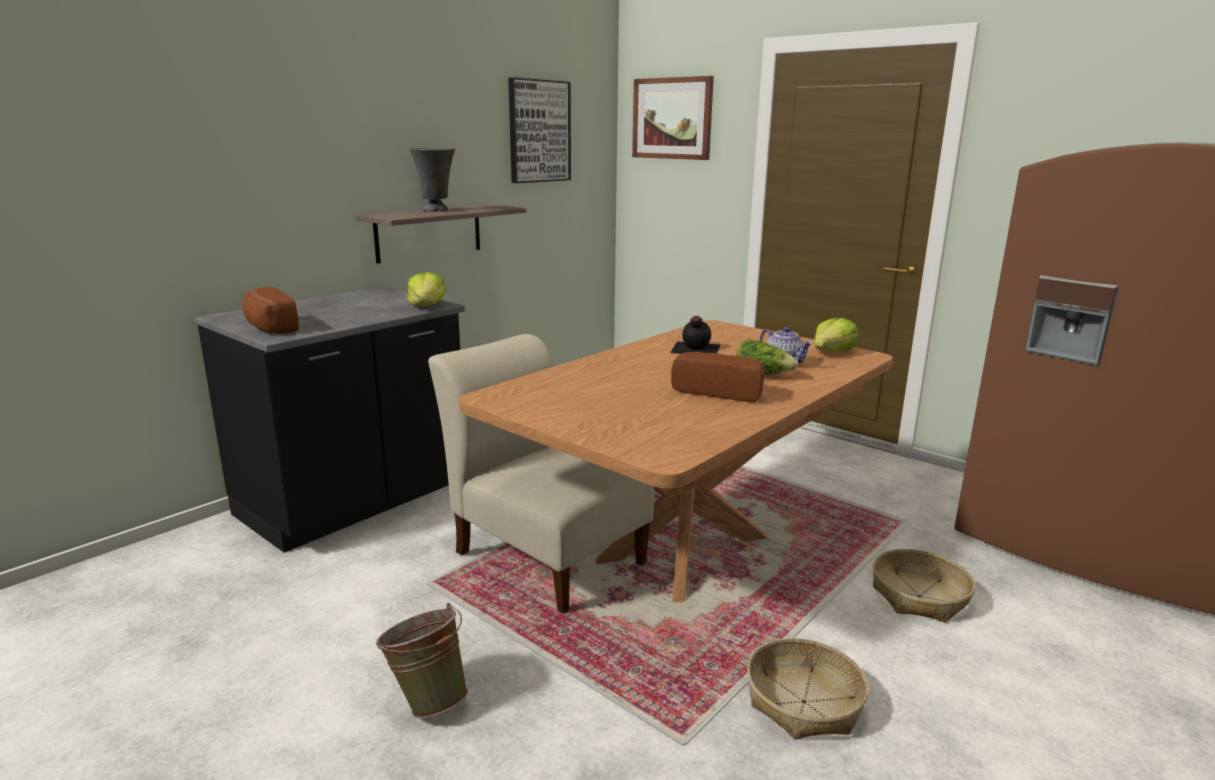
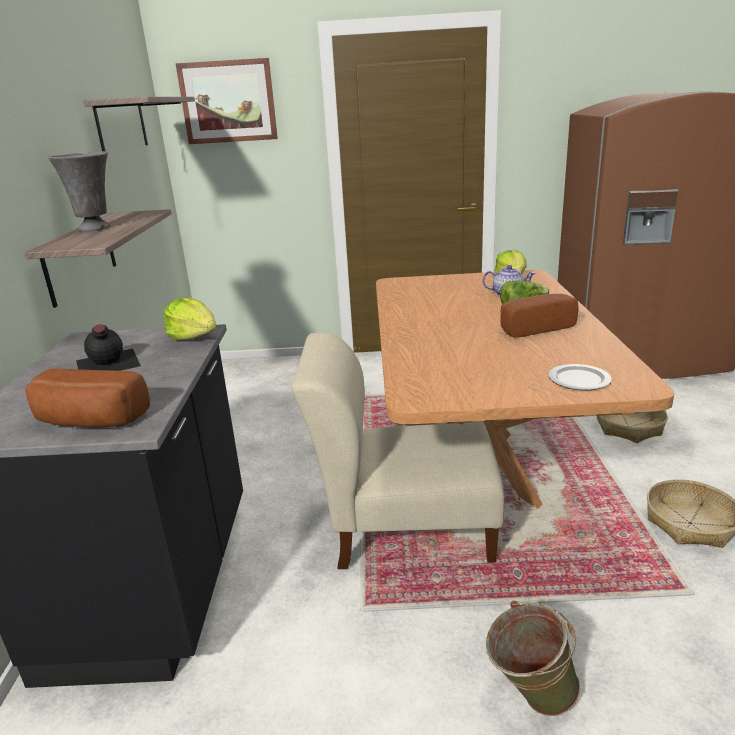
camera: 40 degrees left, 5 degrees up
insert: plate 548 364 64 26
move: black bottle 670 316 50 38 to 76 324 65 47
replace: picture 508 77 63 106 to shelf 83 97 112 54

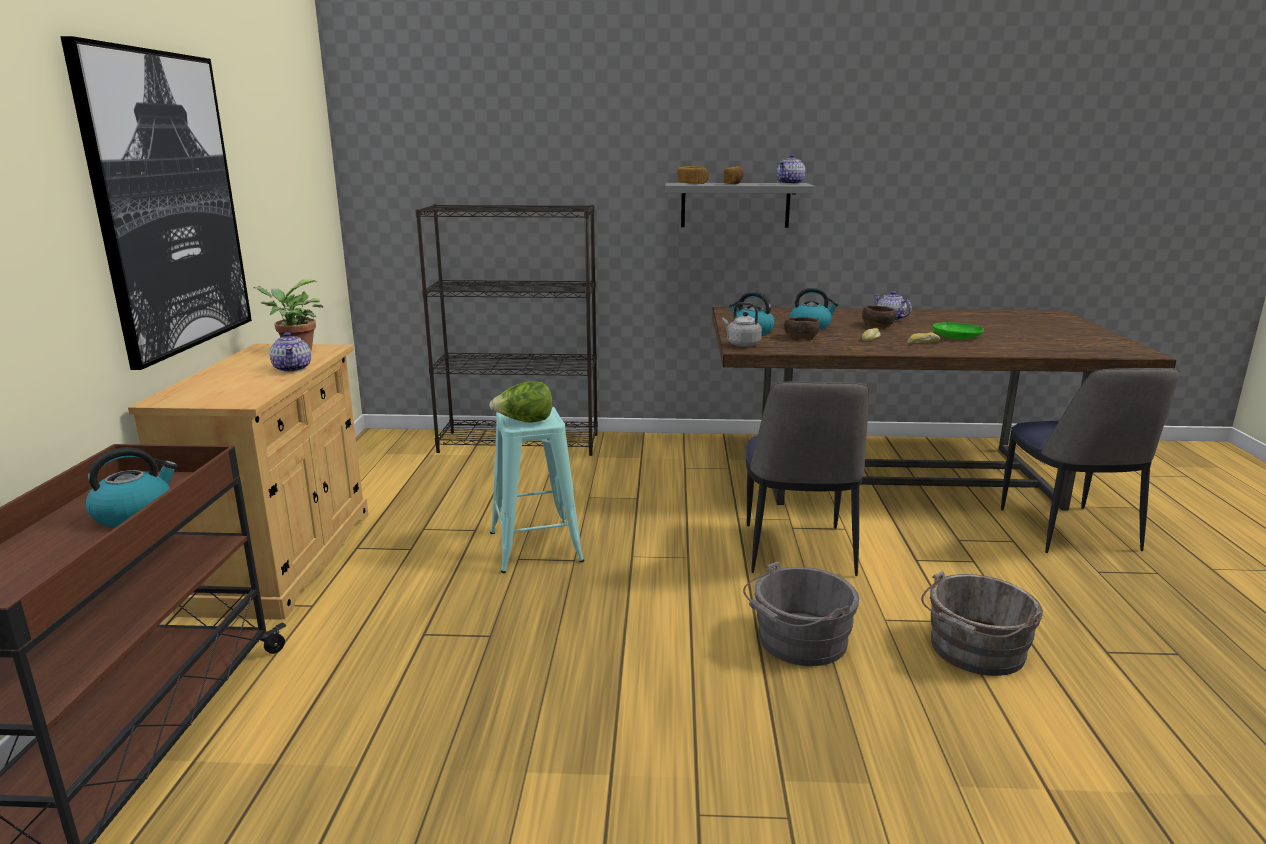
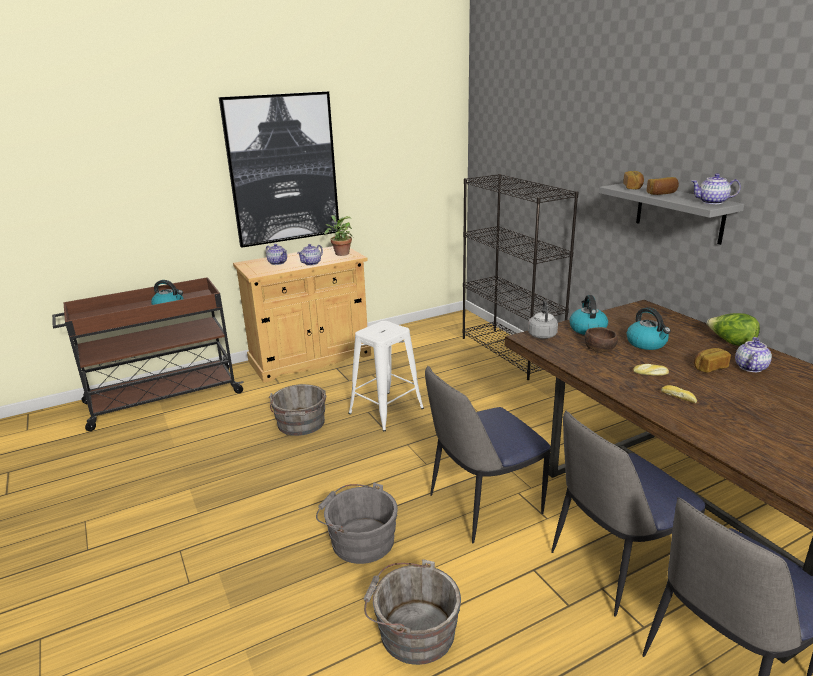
camera: 60 degrees right, 5 degrees up
delete: green plate 933 322 51 17
insert: teapot 266 244 21 21; grey bucket 269 384 57 52; chair 551 411 155 206
move: lettuce 489 381 63 42 to 707 313 53 33
replace: brown bowl 862 305 34 23 to bread 694 348 37 25
recolor: turquoise stool 490 406 94 167 to white stool 348 321 76 110

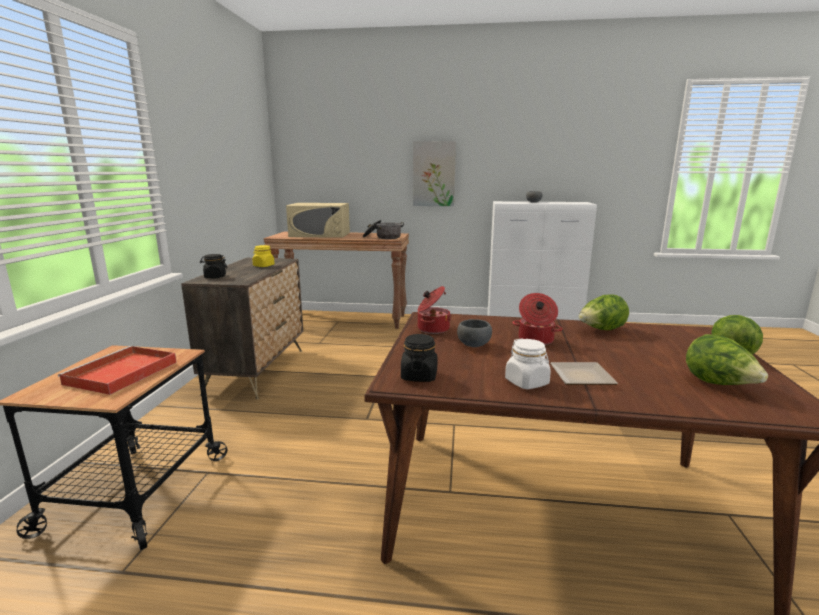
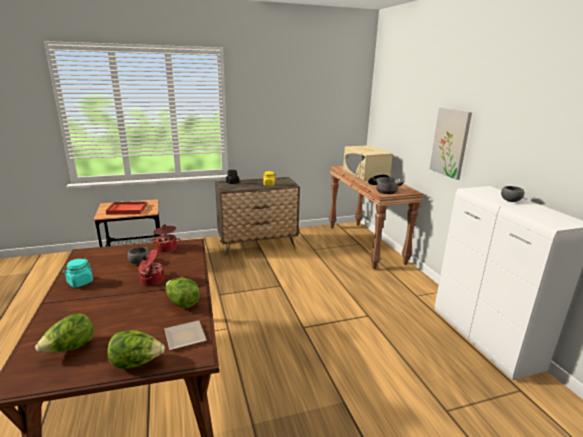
camera: 65 degrees right, 5 degrees up
delete: black jar 401 334 36 48
move: plate 550 362 68 23 to 164 320 43 30
recolor: white jar 505 338 46 51 to turquoise jar 63 259 30 29

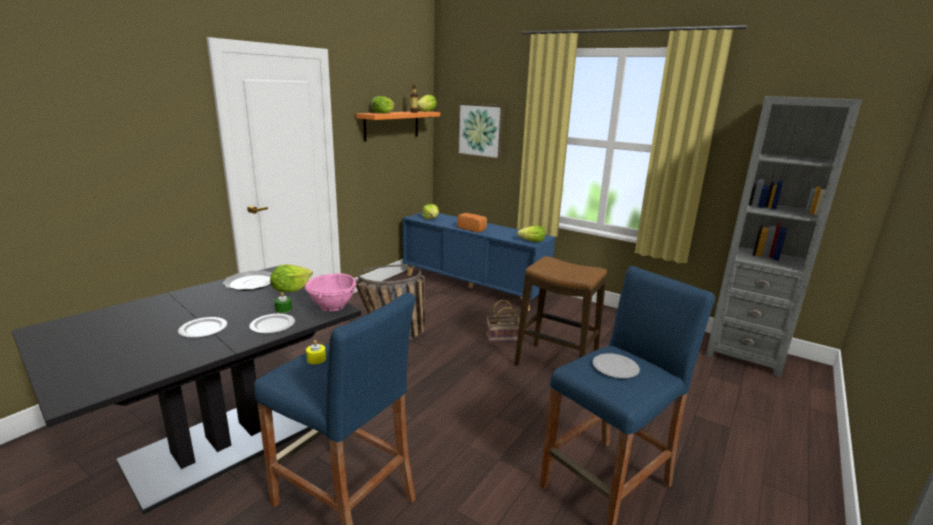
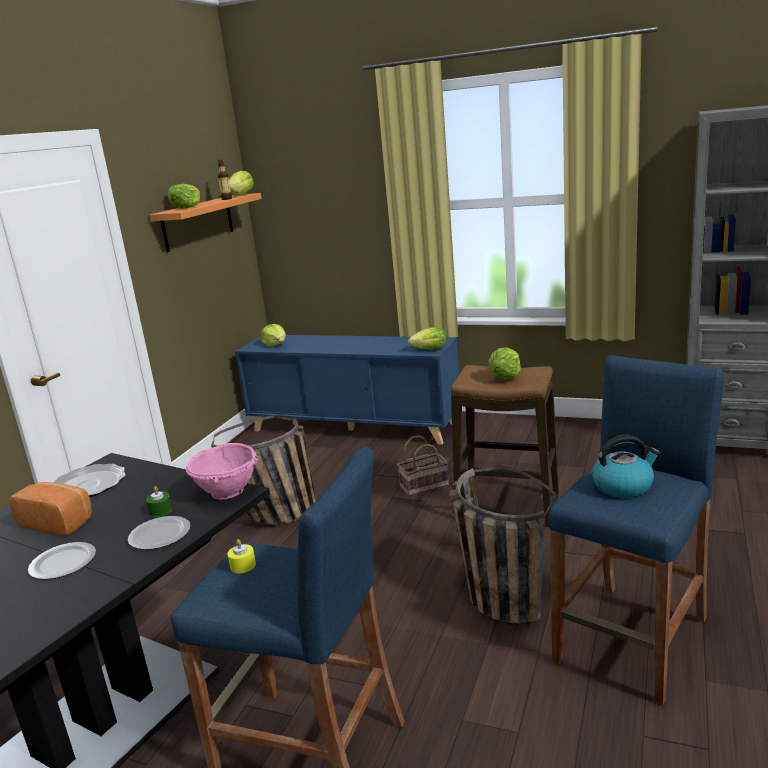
camera: 10 degrees left, 0 degrees up
delete: picture 457 103 47 57
insert: basket 450 466 108 159
move: bread 457 213 30 19 to 9 482 83 54; lettuce 270 264 43 28 to 488 348 33 31
replace: plate 593 353 47 26 to kettle 592 435 68 63

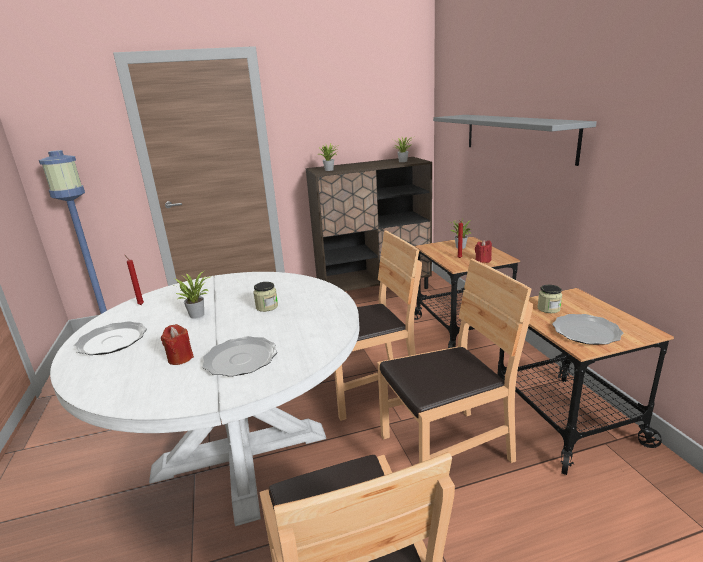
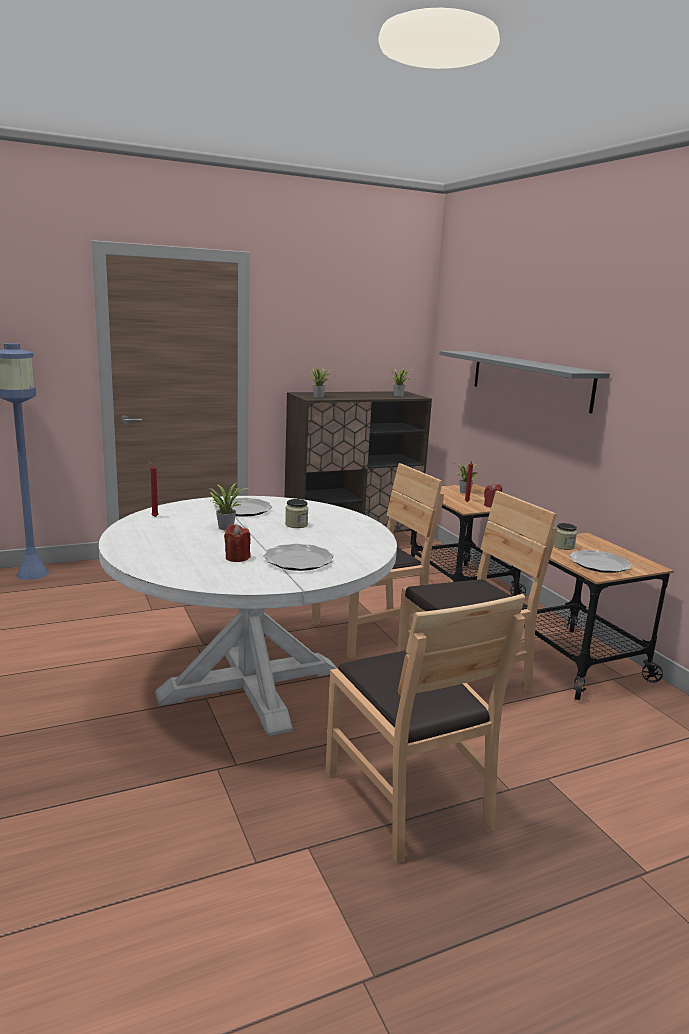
camera: 10 degrees left, 5 degrees down
move: plate 74 321 73 34 to 214 498 58 19

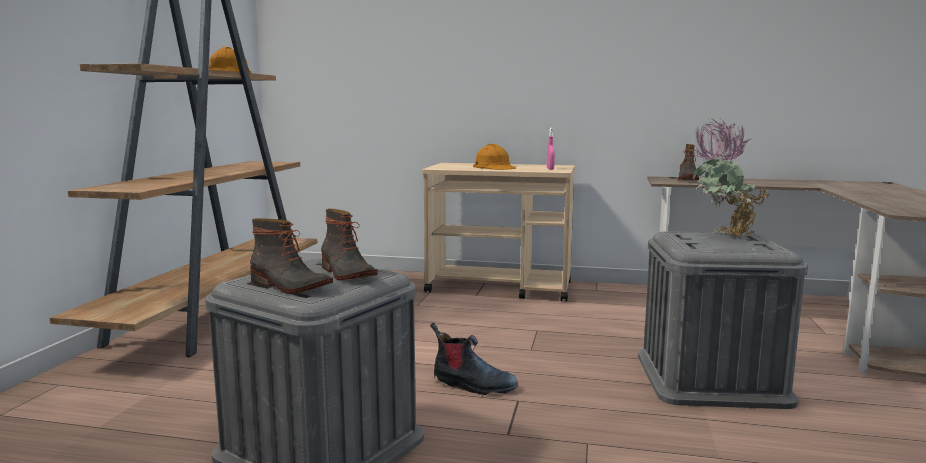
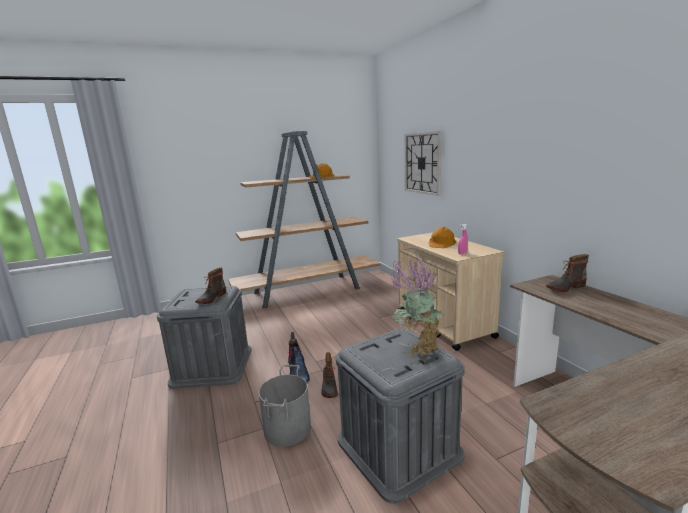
camera: 55 degrees right, 5 degrees up
insert: grey bucket 259 365 52 82; wall clock 405 131 37 65
move: boot 250 218 83 76 to 321 352 17 46

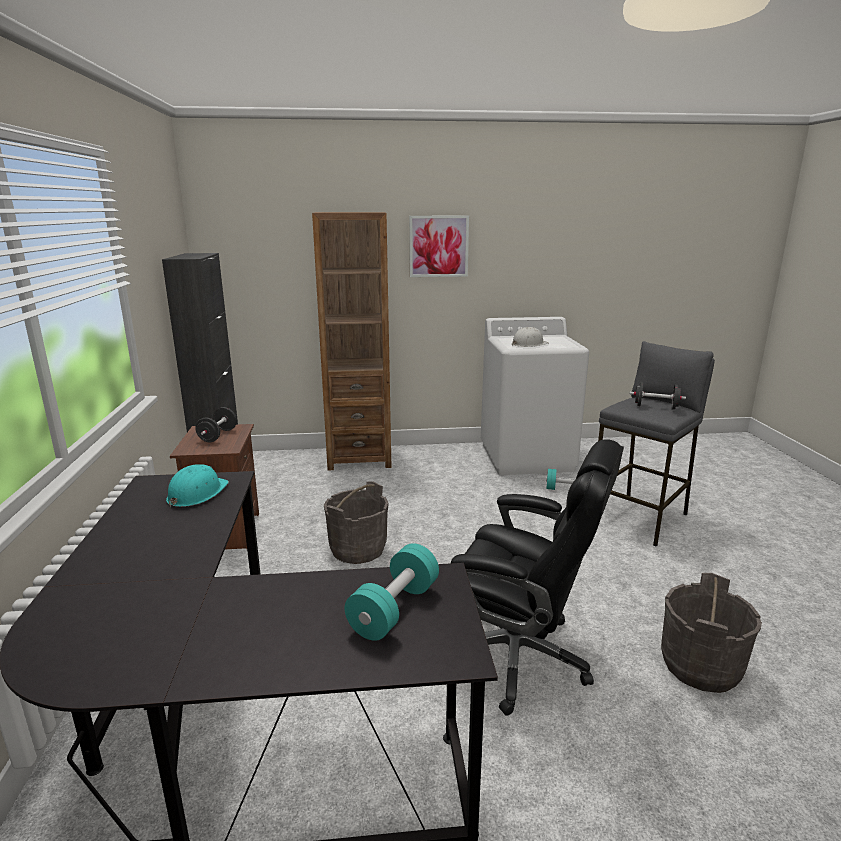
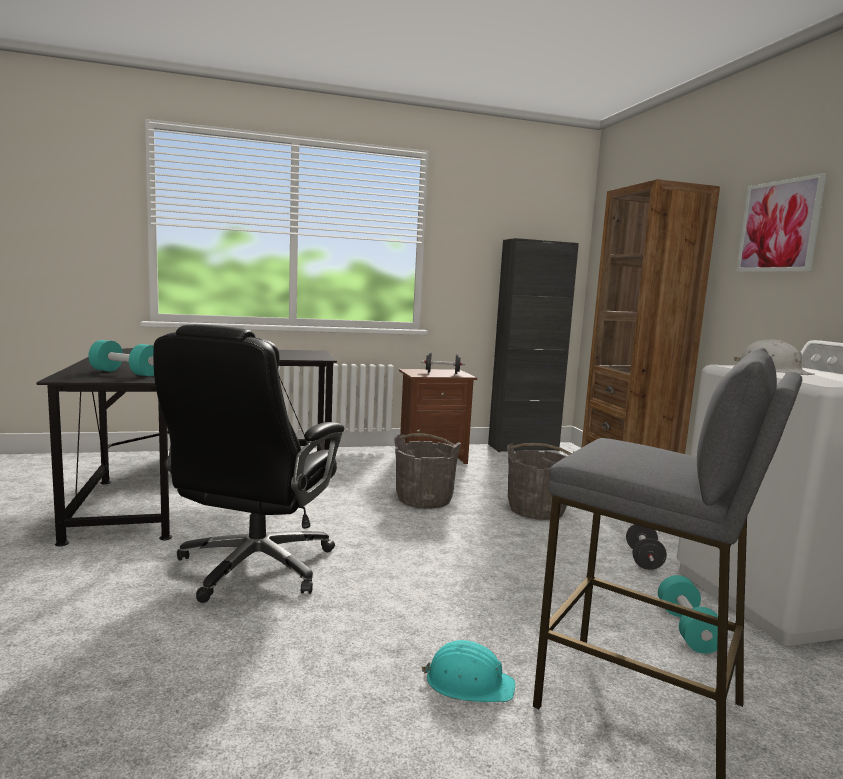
camera: 80 degrees right, 10 degrees down
move: turquoise hard hat 166 464 63 44 to 422 640 93 62; grey bucket 661 573 101 120 to 507 443 68 77; black dumbbell 630 382 56 28 to 626 524 41 46

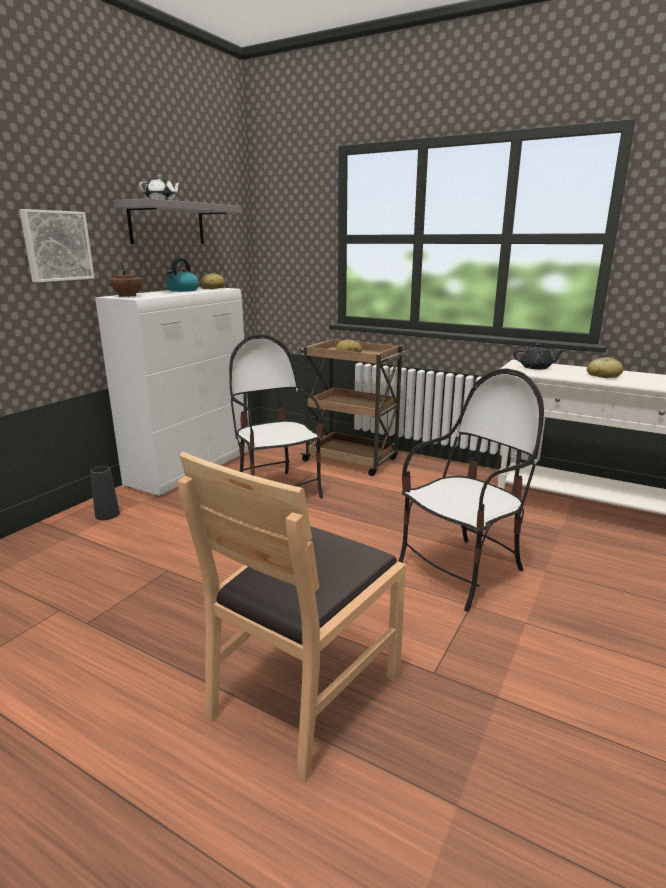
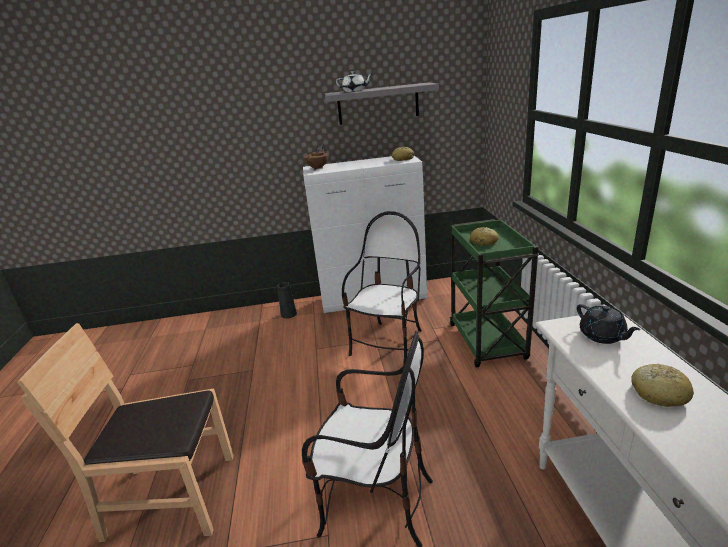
camera: 55 degrees right, 5 degrees up
delete: picture 19 209 76 73; kettle 165 258 34 34
recolor: brown cart 299 339 110 137 to green cart 450 219 89 149

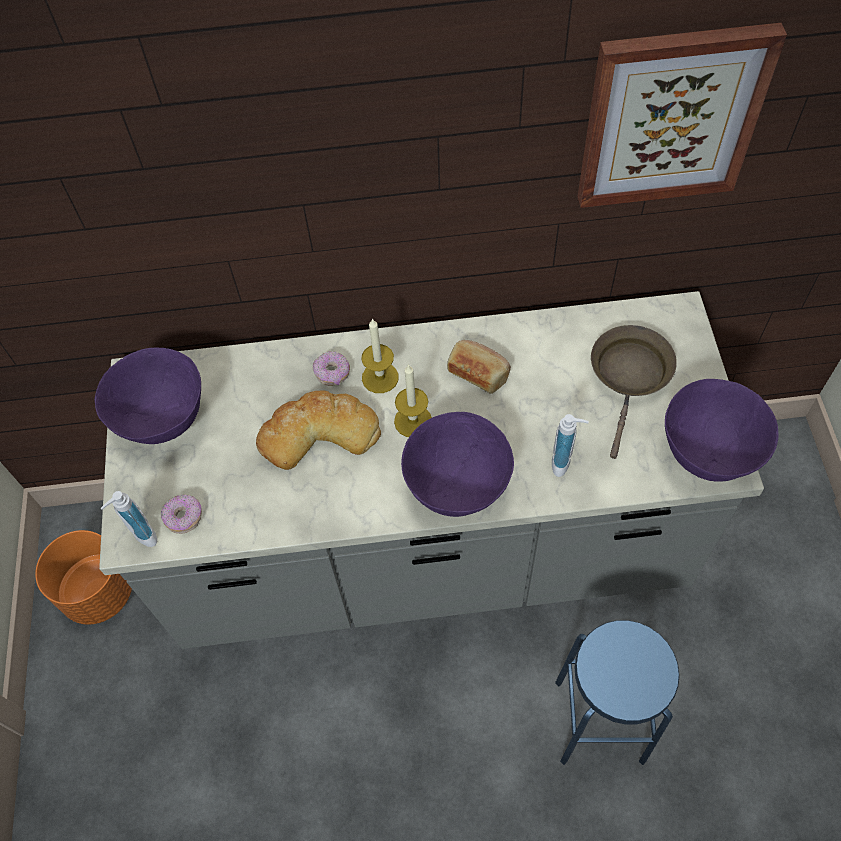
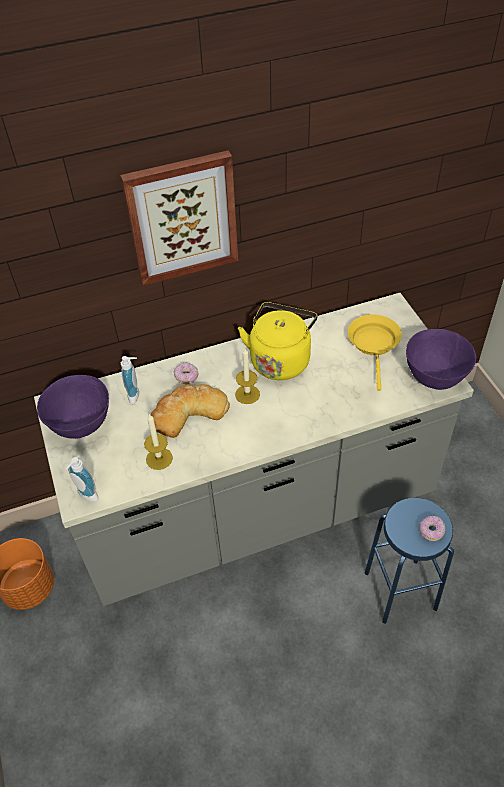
camera: 15 degrees left, 10 degrees down
delete: purple bowl 401 412 113 105
move: picture 578 23 209 185 to 120 150 118 136; soap dispenser 552 414 37 63 to 121 356 18 48; candle 361 318 38 75 to 144 414 29 56; donut 161 495 41 39 to 419 516 26 25
replace: bread 447 340 64 54 to yellow kettle 238 302 79 78
recolor: brown frying pan 591 325 86 134 to yellow frying pan 348 314 54 77

